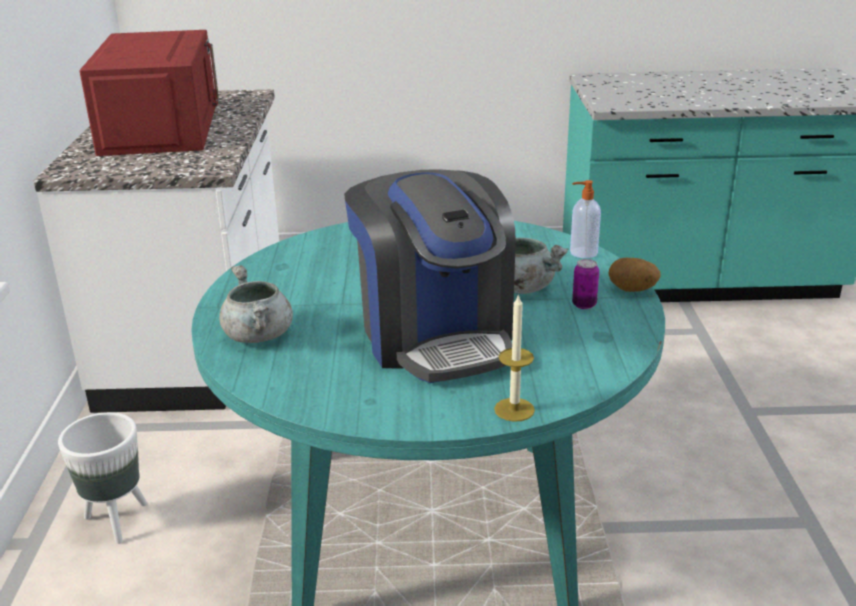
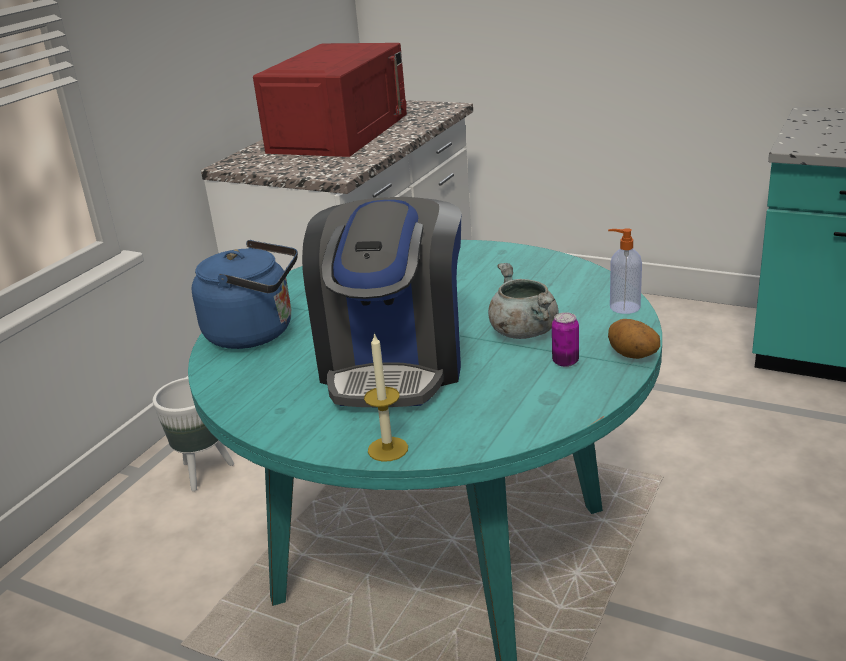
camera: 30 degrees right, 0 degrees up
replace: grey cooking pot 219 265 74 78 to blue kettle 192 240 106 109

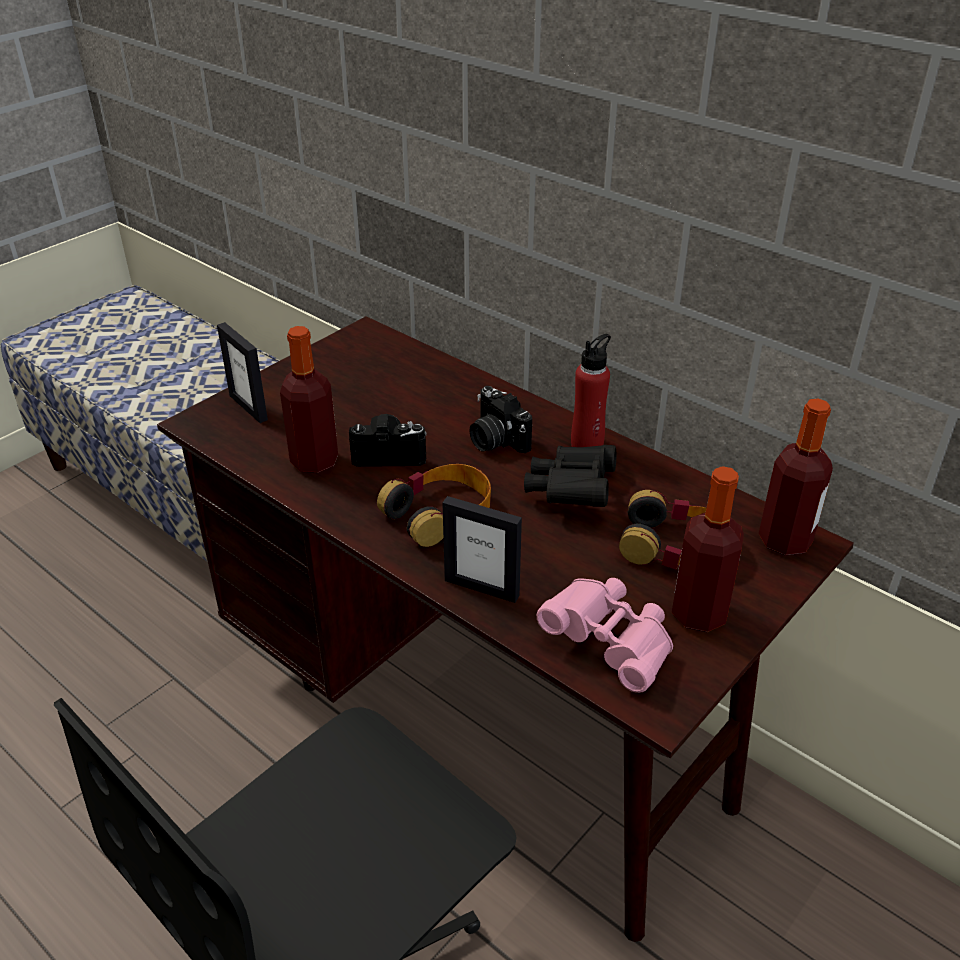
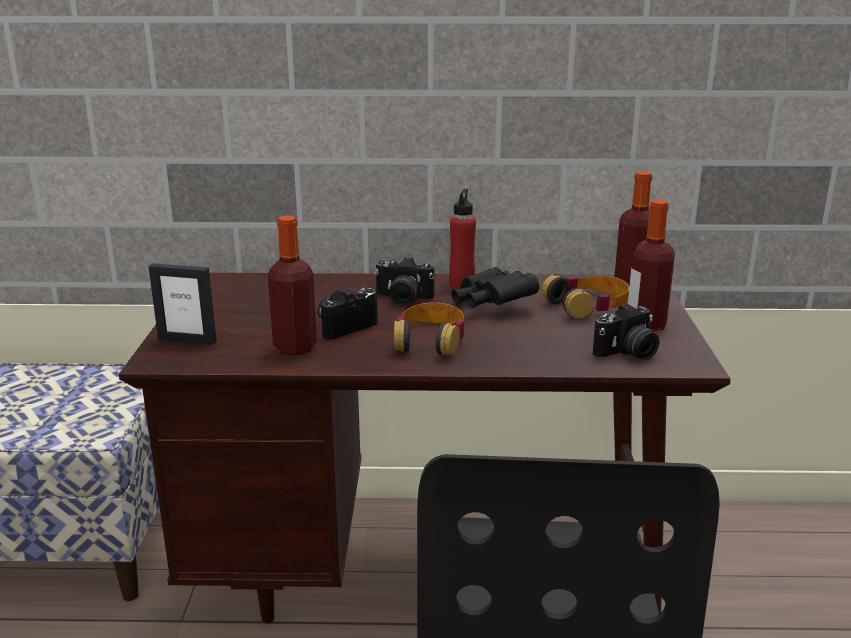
camera: 40 degrees left, 15 degrees down
delete: picture frame 442 496 80 107
replace: pink binoculars 537 578 136 115 to photo camera 593 304 66 56

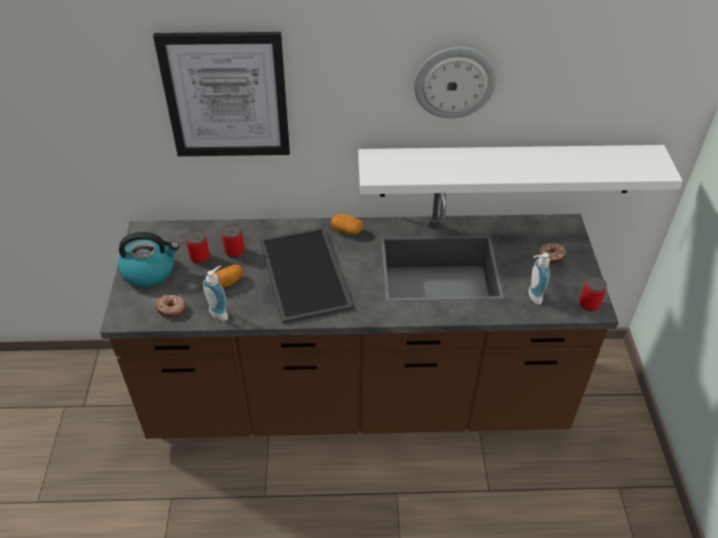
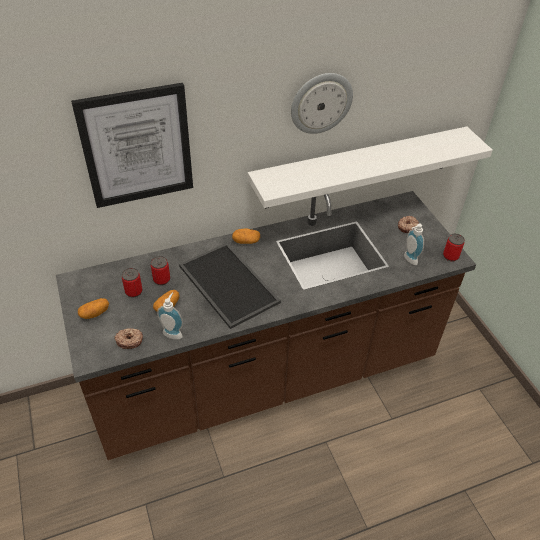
camera: 20 degrees left, 0 degrees up
replace: kettle 118 232 61 55 to potato 78 298 31 21

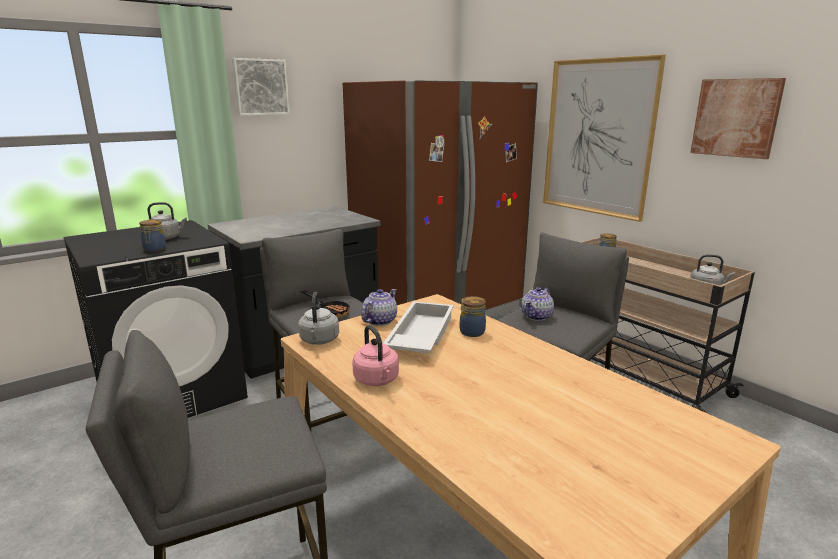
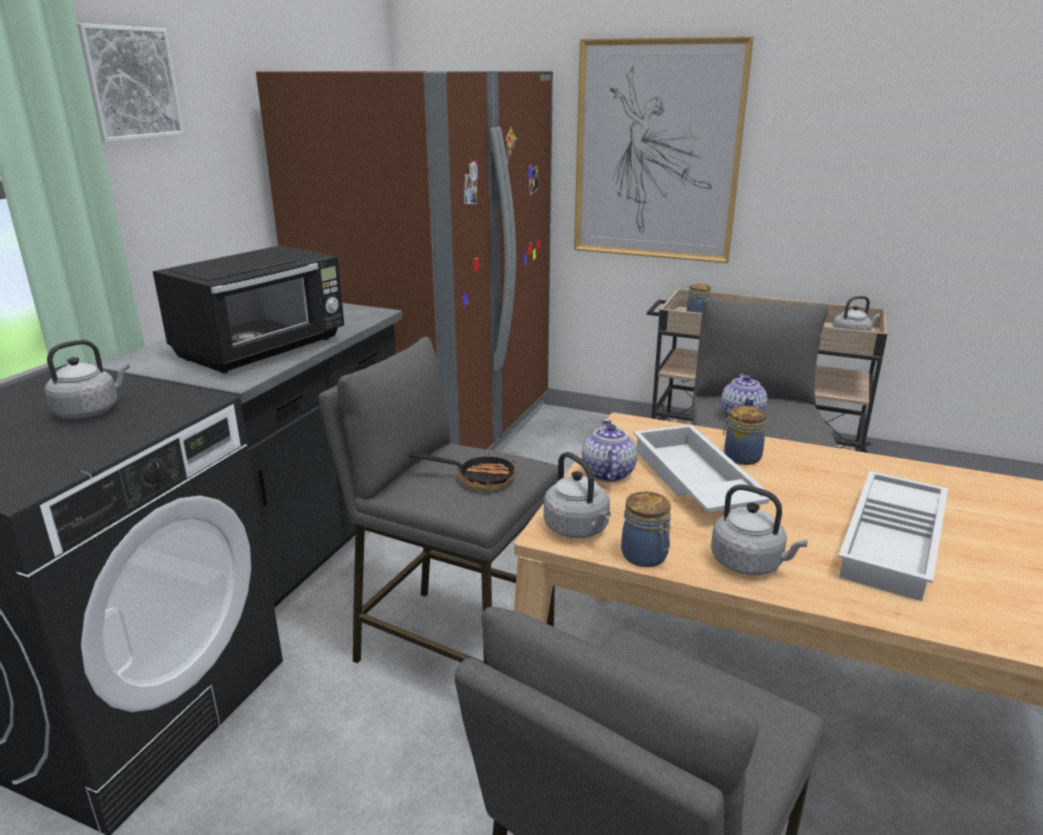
camera: 30 degrees left, 5 degrees up
delete: picture 690 78 96 81
insert: black microwave 153 246 191 128; white tray 838 471 110 130
move: jar 139 219 27 33 to 621 491 50 76
recolor: pink kettle 352 325 47 61 to grey kettle 711 484 97 91

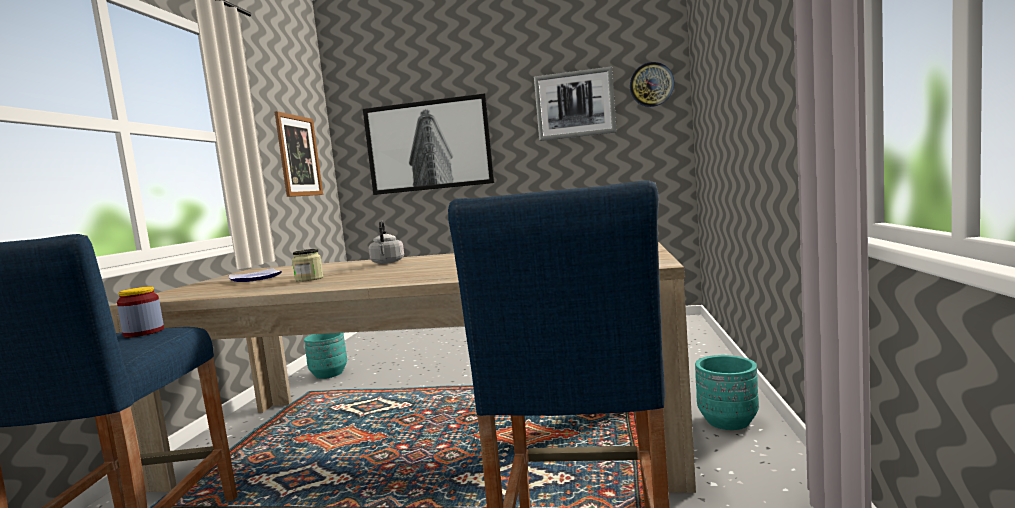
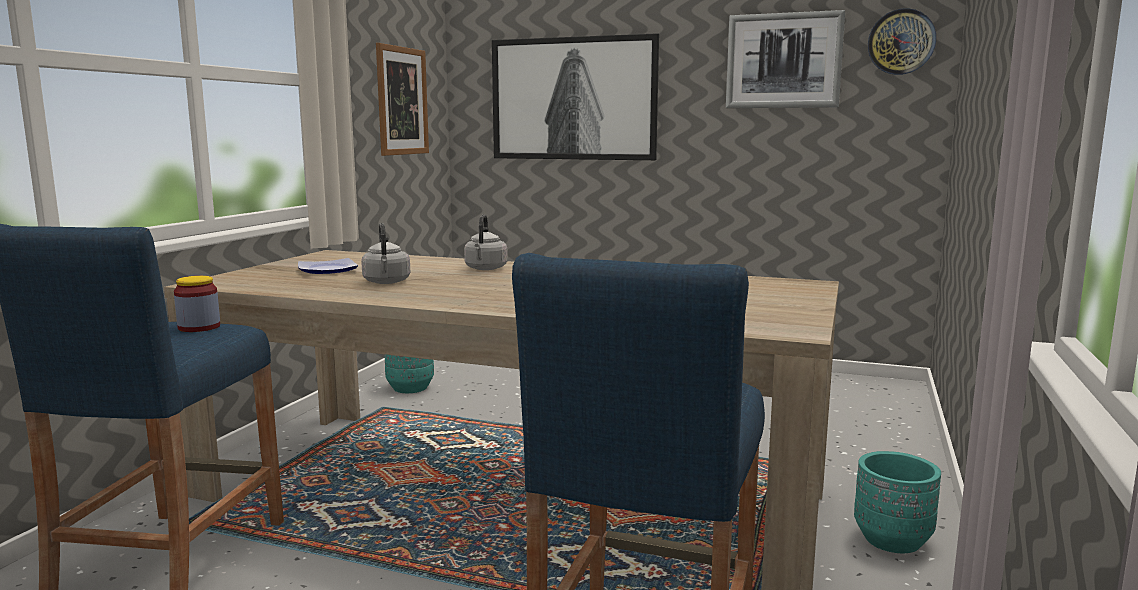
camera: 10 degrees right, 5 degrees up
replace: jar 292 249 32 33 to grey kettle 361 223 49 61

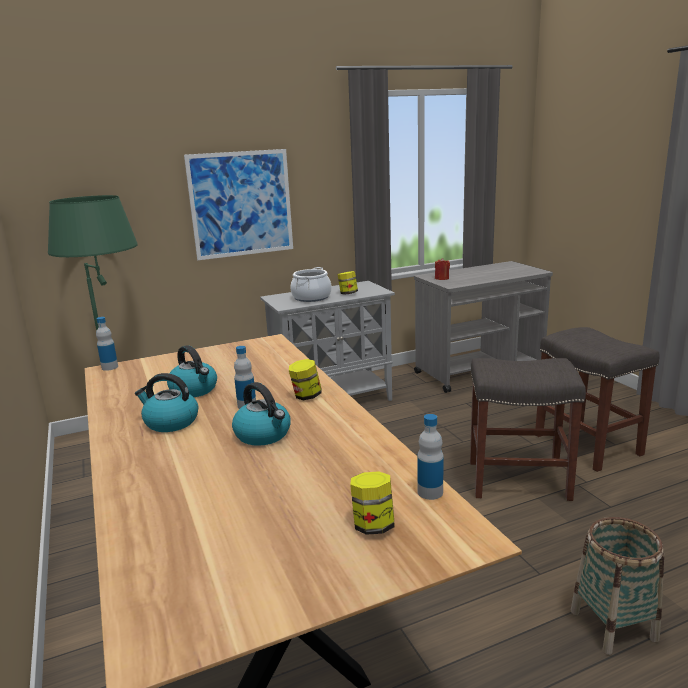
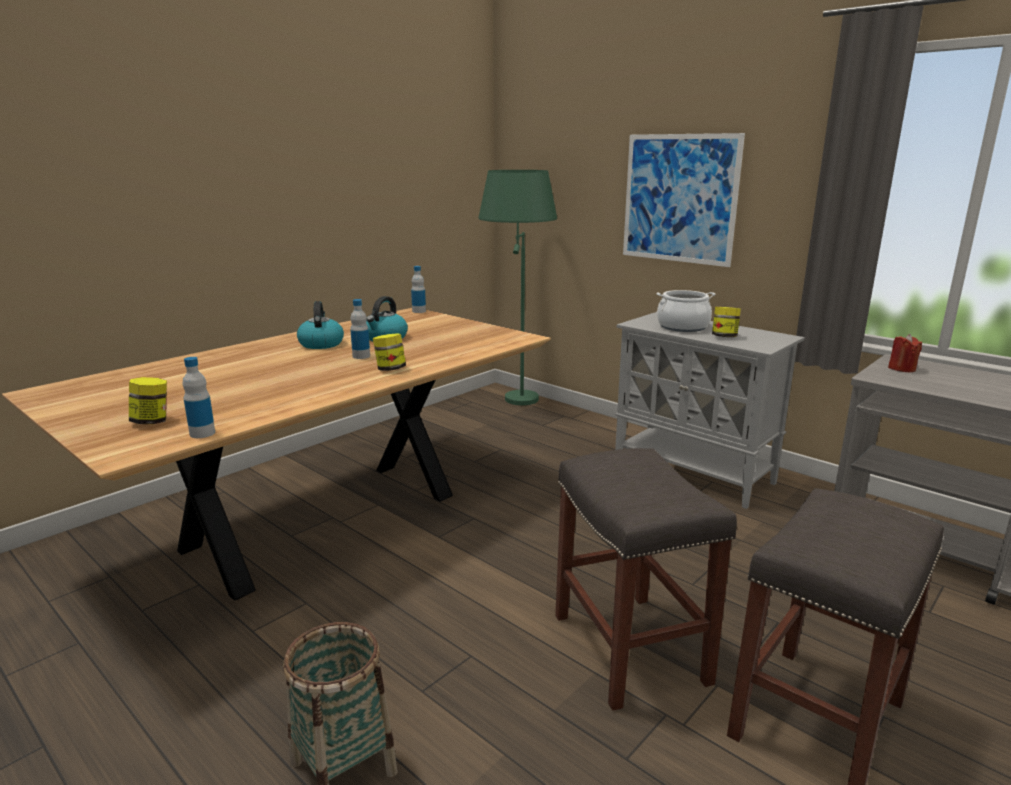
camera: 65 degrees right, 0 degrees up
delete: kettle 232 382 59 64

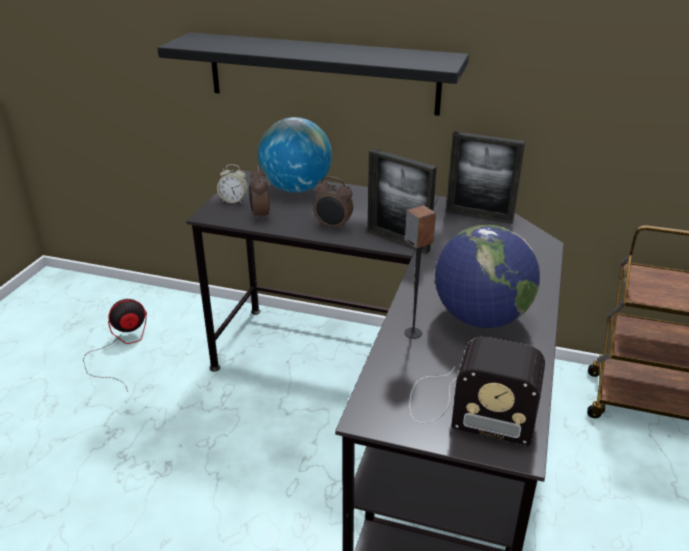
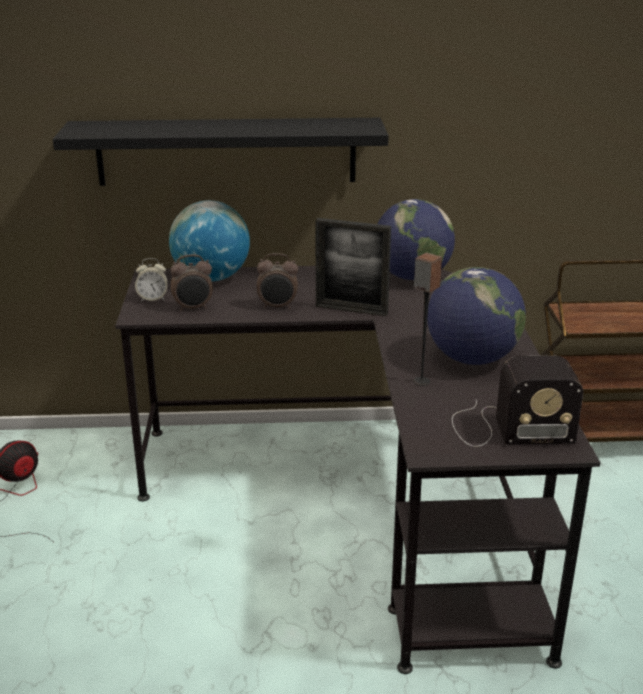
camera: 20 degrees left, 5 degrees down
replace: picture frame 446 131 79 93 to globe 378 199 77 81
rotate: alarm clock 249 165 21 56 = 171 254 42 57 75 degrees counterclockwise

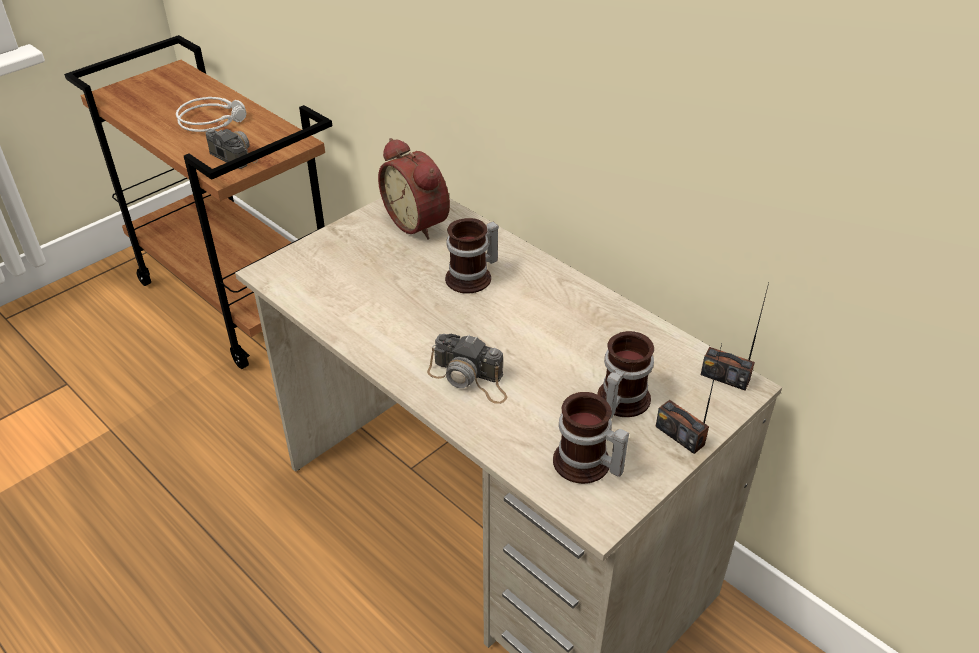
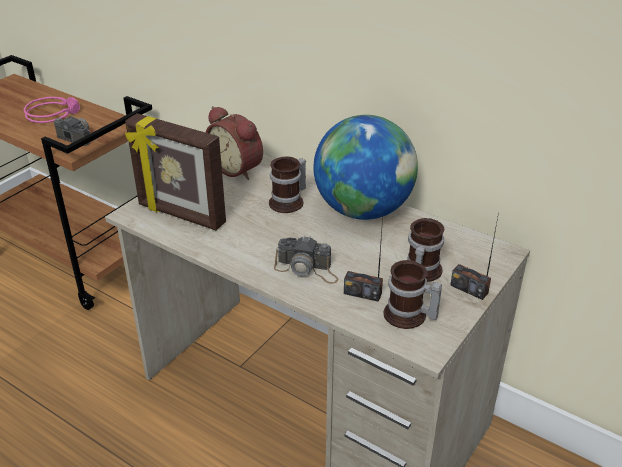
camera: 10 degrees left, 5 degrees down
insert: picture frame 125 113 101 117; globe 313 115 105 105
move: radio 701 283 68 107 to 344 217 39 85
recolor: grey headphones 176 97 71 35 to pink headphones 24 97 56 26

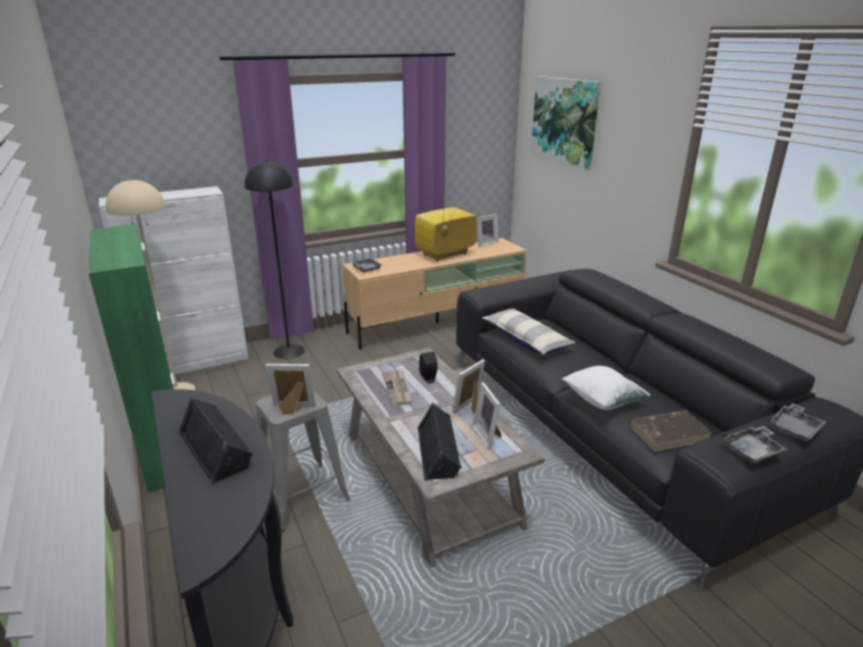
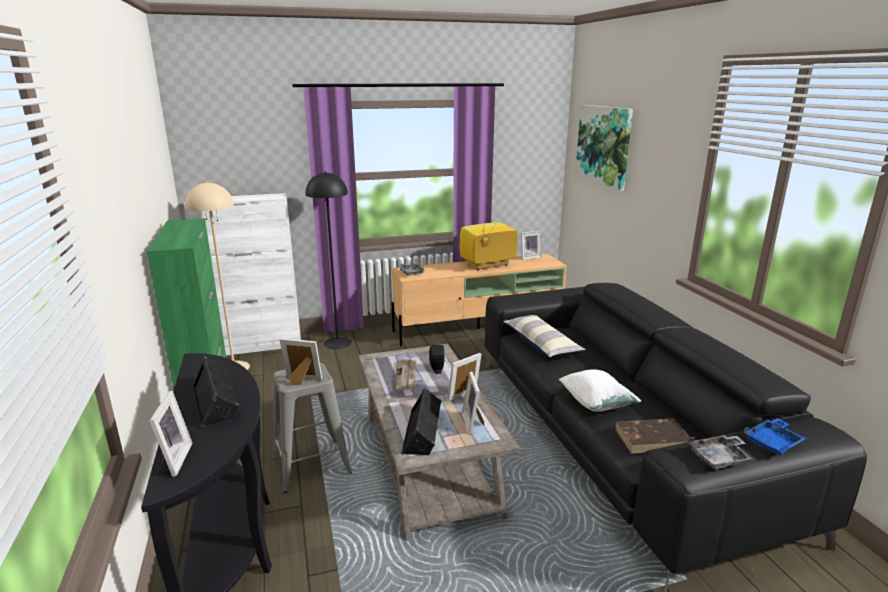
camera: 10 degrees right, 5 degrees down
insert: picture frame 150 391 43 86
recolor: grey tray 769 403 57 38 to blue tray 744 418 63 37

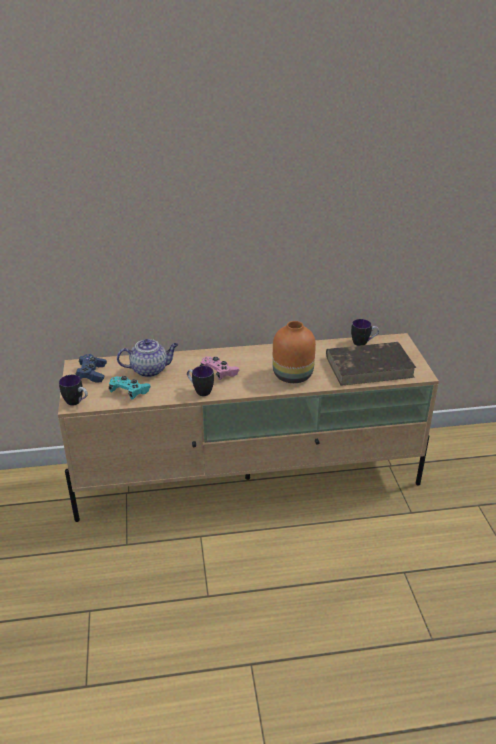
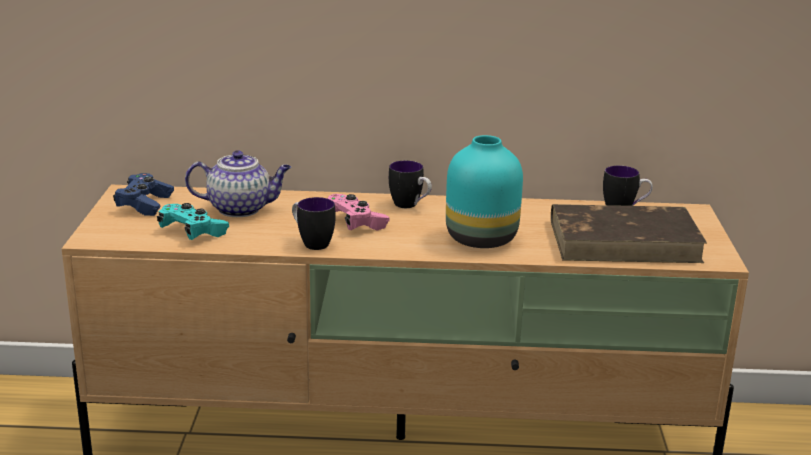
camera: 10 degrees right, 10 degrees down
move: mug 59 375 29 31 to 389 160 43 48
recolor: orange vase 272 321 44 62 to turquoise vase 446 135 77 113

